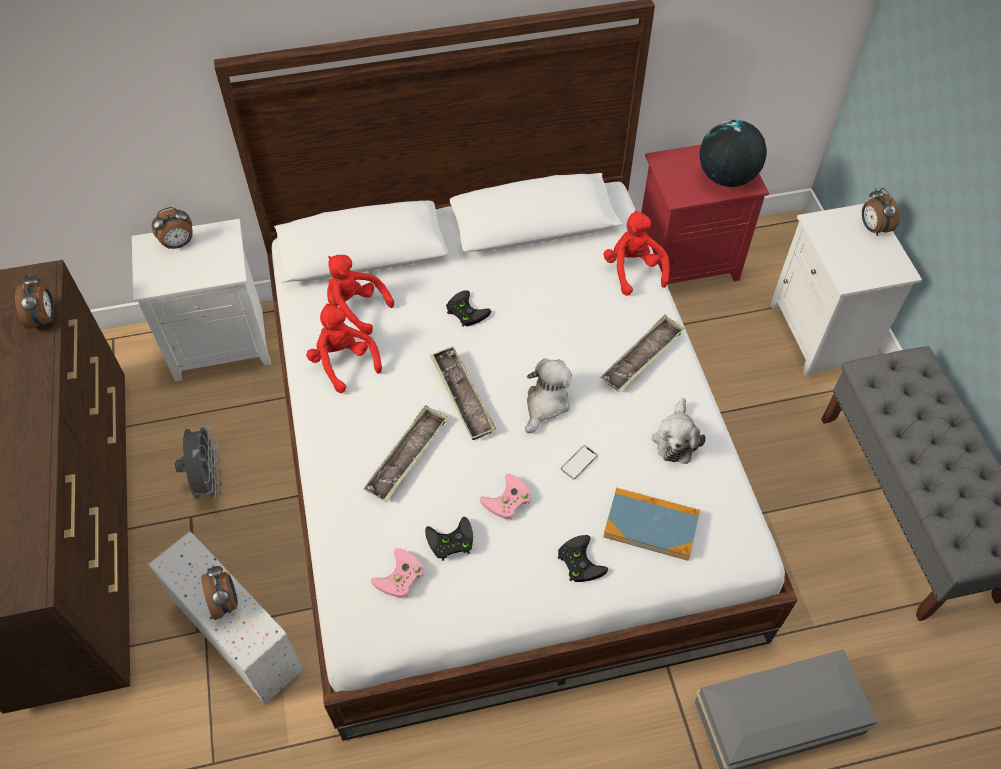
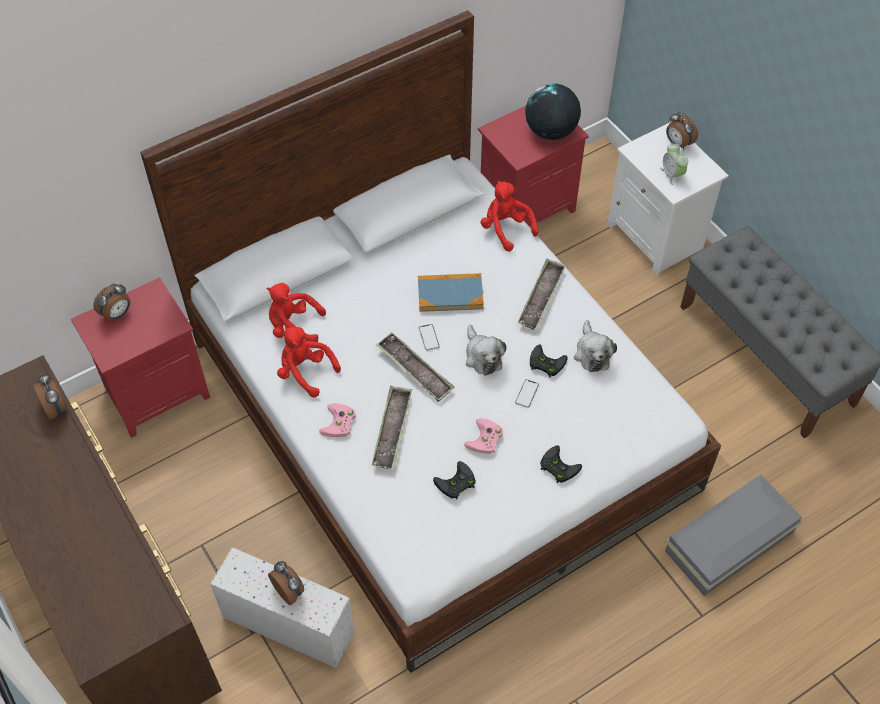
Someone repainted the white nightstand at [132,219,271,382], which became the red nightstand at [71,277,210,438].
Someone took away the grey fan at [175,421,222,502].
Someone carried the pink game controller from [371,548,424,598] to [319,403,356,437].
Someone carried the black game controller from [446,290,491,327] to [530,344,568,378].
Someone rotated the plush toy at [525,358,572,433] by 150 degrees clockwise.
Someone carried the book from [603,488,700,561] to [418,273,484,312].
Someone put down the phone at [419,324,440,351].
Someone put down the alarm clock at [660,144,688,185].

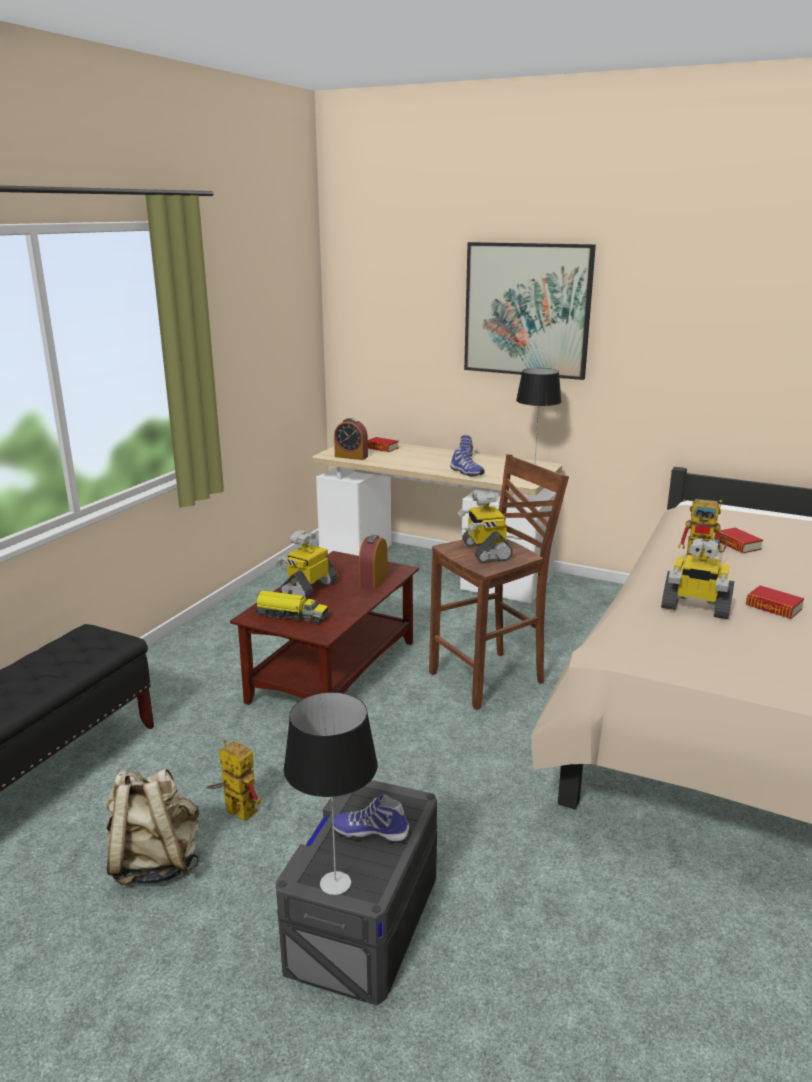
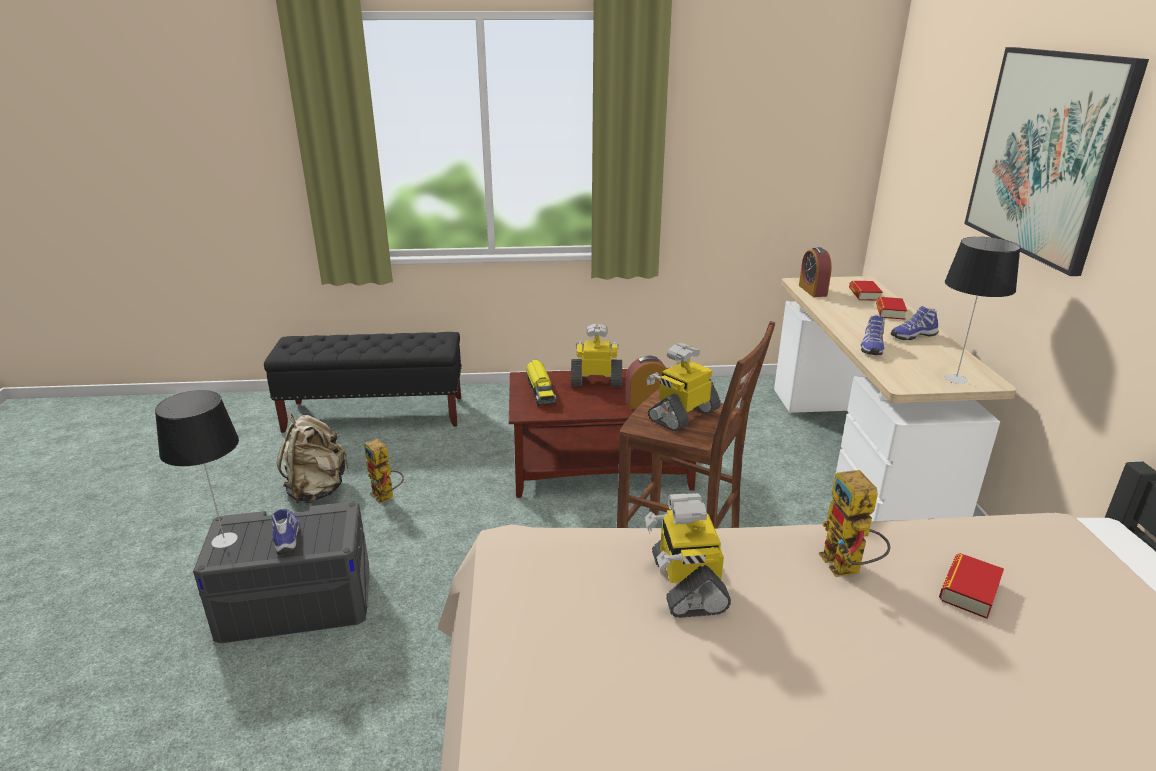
Someone rotated the toy robot at [206,739,261,822] by 135 degrees clockwise.
Someone carried the book from [746,585,804,619] to [876,297,907,320].

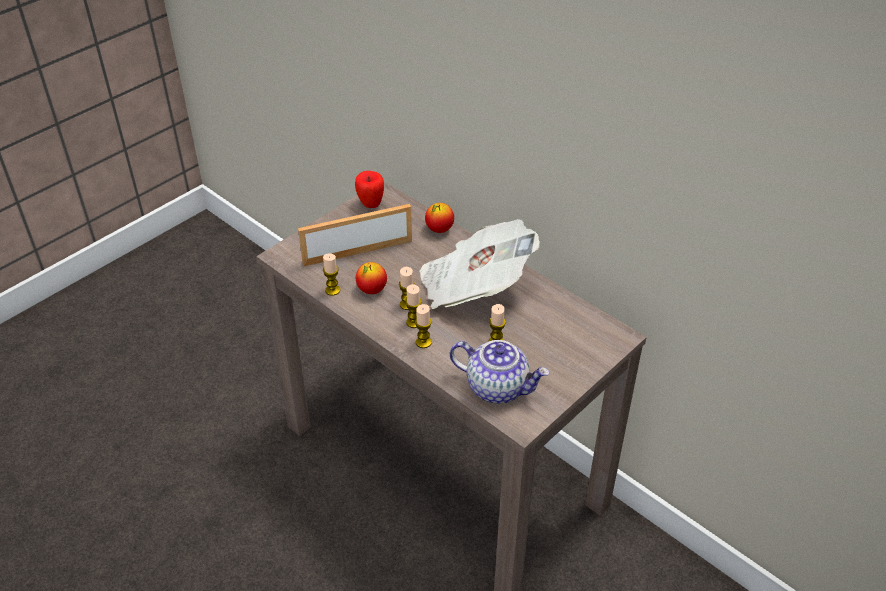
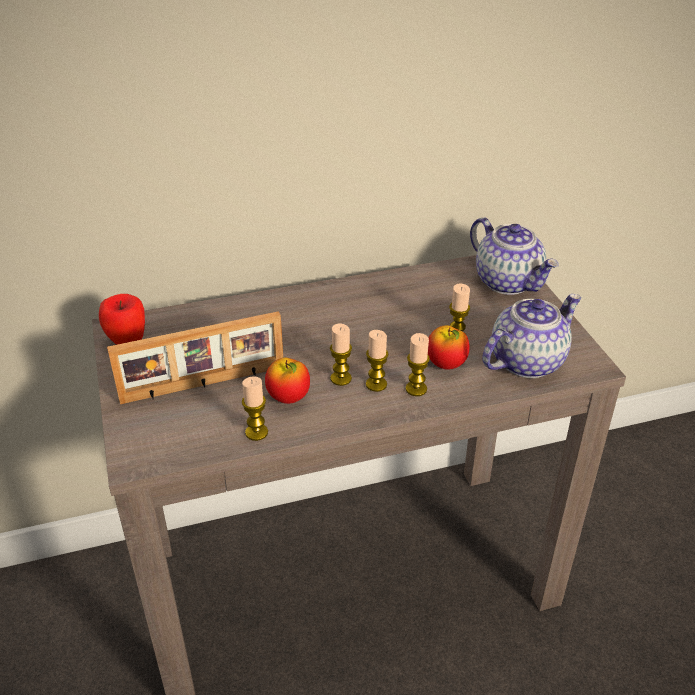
Someone rotated the picture frame at [298,204,412,266] by 120 degrees counterclockwise.
Someone took away the newspaper at [419,219,540,309].
Someone carried the apple from [425,203,454,233] to [428,325,470,370].
Someone put down the teapot at [470,217,559,295].

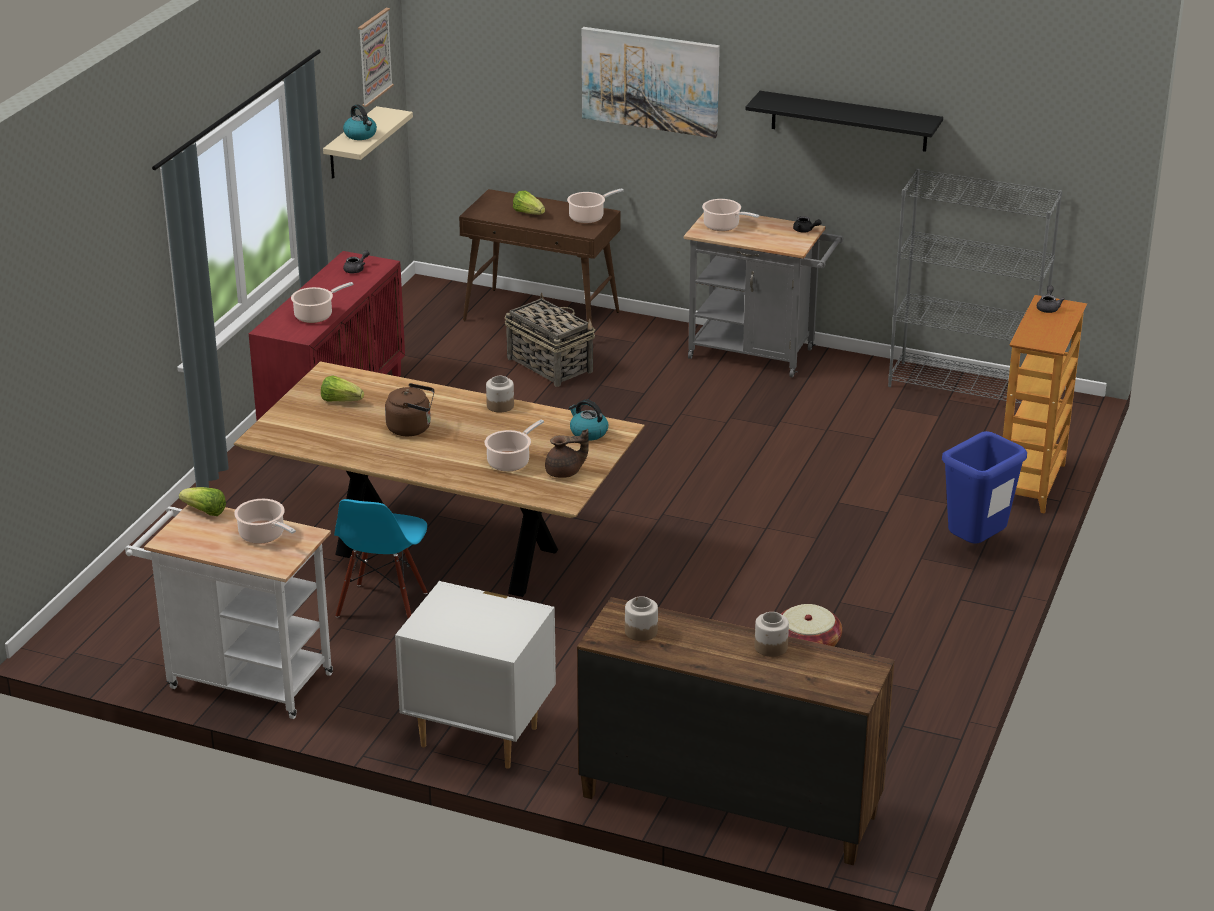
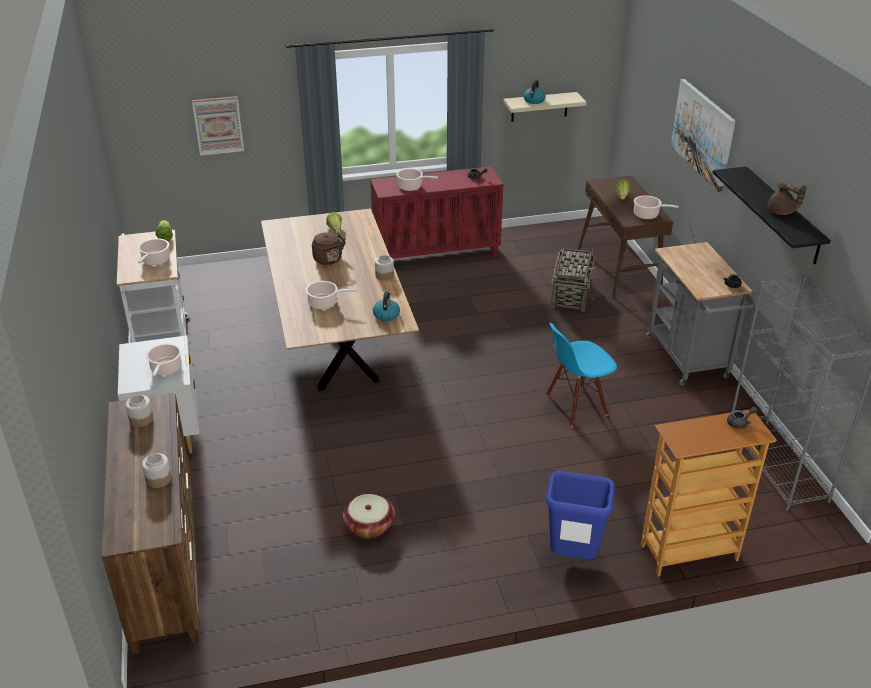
Someone carried the blue chair from [334,499,427,618] to [546,323,617,427].
Someone carried the picture from [358,8,394,107] to [192,96,244,156].
Someone carried the brown teapot from [545,429,589,478] to [767,182,806,215].
Someone carried the cooking pot from [702,199,760,231] to [146,343,182,377].

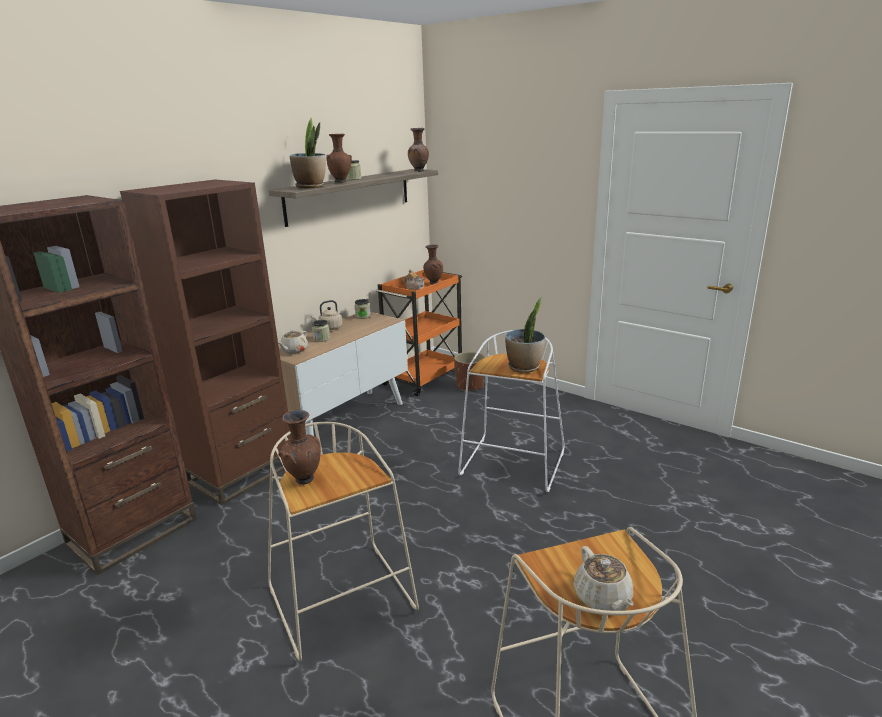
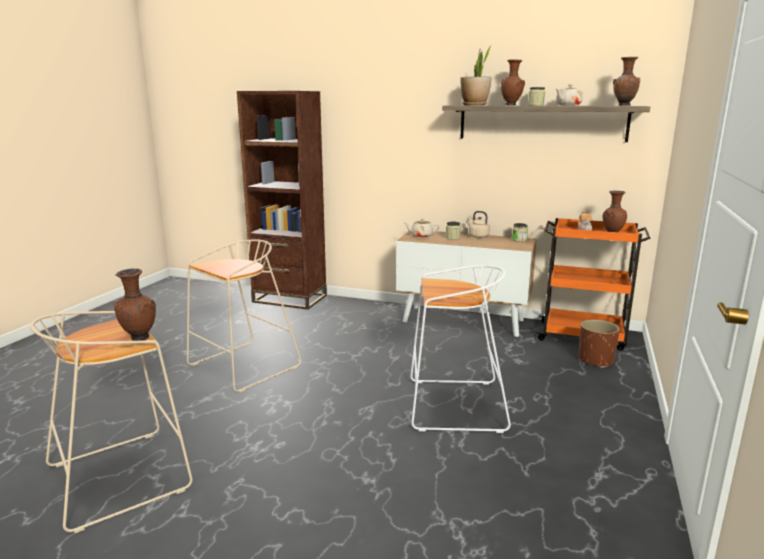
Someone took away the brown bookcase at [120,180,291,505].
Someone carried the brown vase from [278,410,321,485] to [114,268,156,341].
Someone took away the potted plant at [505,297,545,373].
Someone carried the beige teapot from [573,546,634,611] to [556,84,583,106].

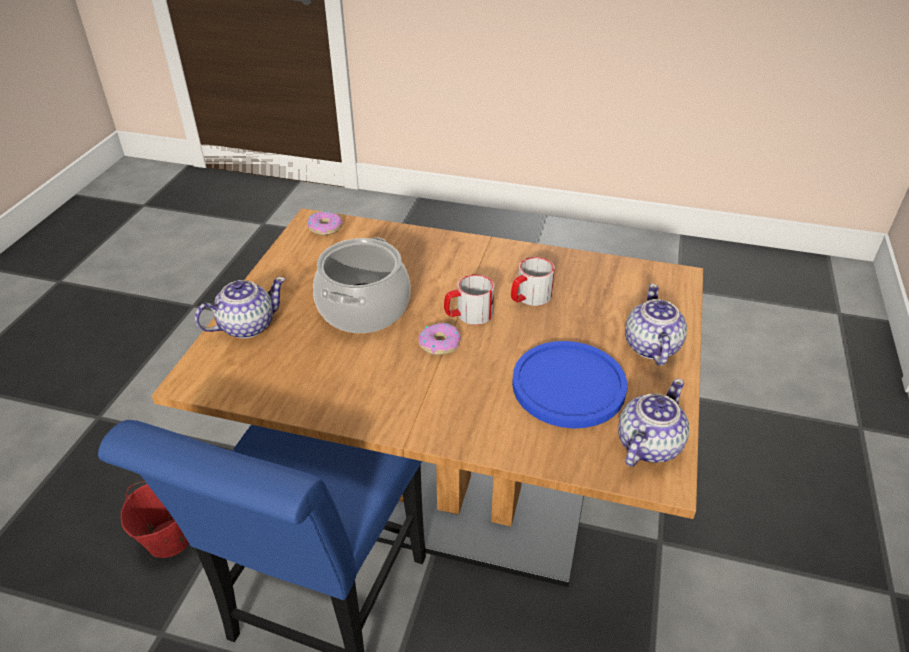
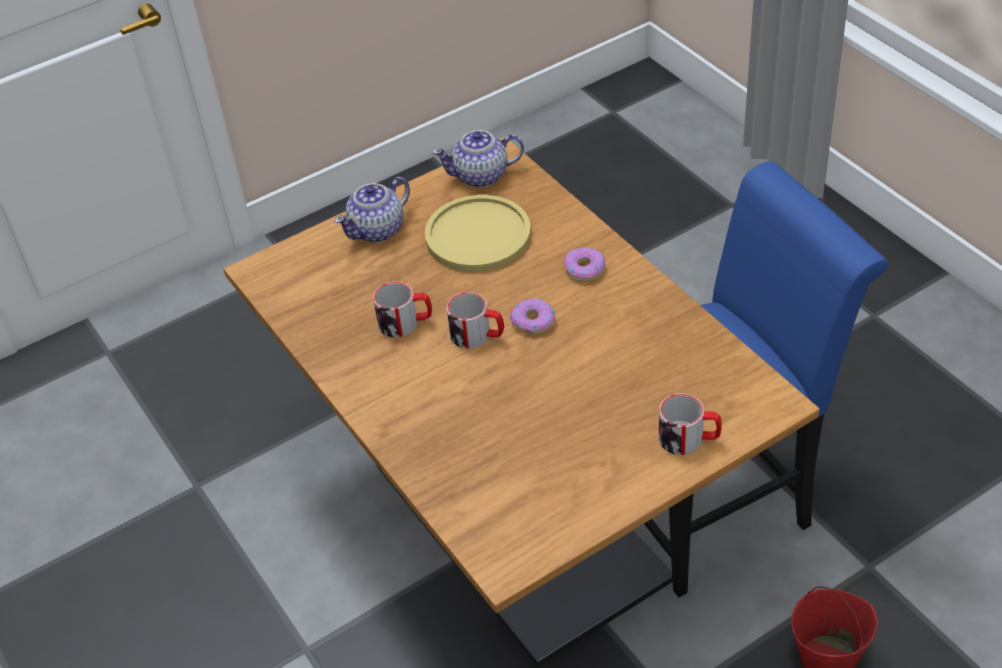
Someone swapped the teapot at [195,277,286,338] for the mug at [659,394,722,455].
Someone carried the donut from [307,211,343,235] to [564,247,605,282].
Someone took away the cooking pot at [313,237,410,333].
Someone repainted the blue plate at [512,341,627,428], which became the yellow plate at [425,195,531,272].

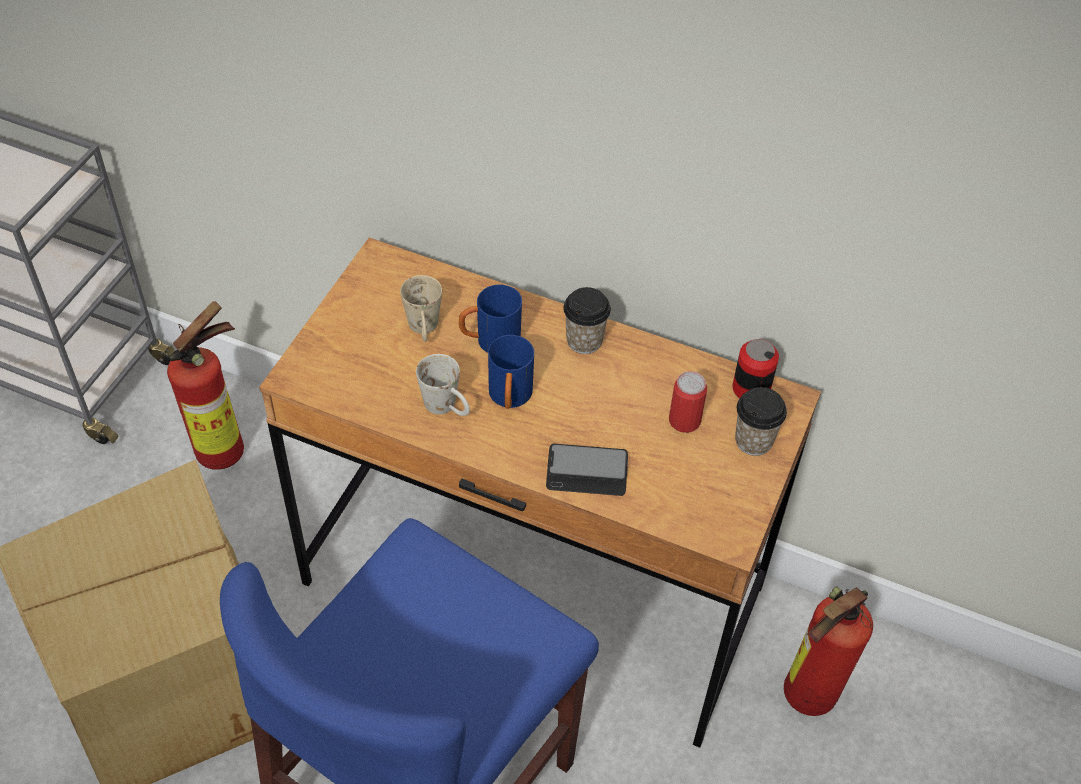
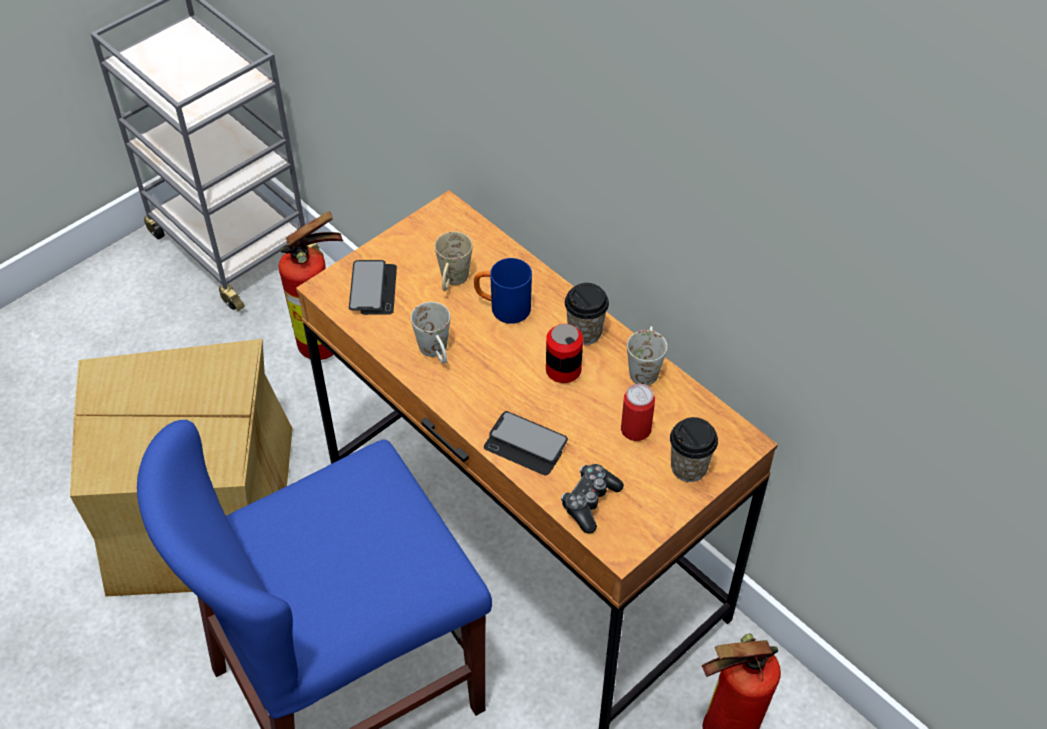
Someone took away the blue mug at [488,335,534,409].
Someone carried the can from [733,339,779,398] to [546,324,583,383].
Someone put down the phone at [349,260,397,315].
Someone put down the game controller at [561,464,624,534].
Someone put down the white mug at [627,326,667,386].

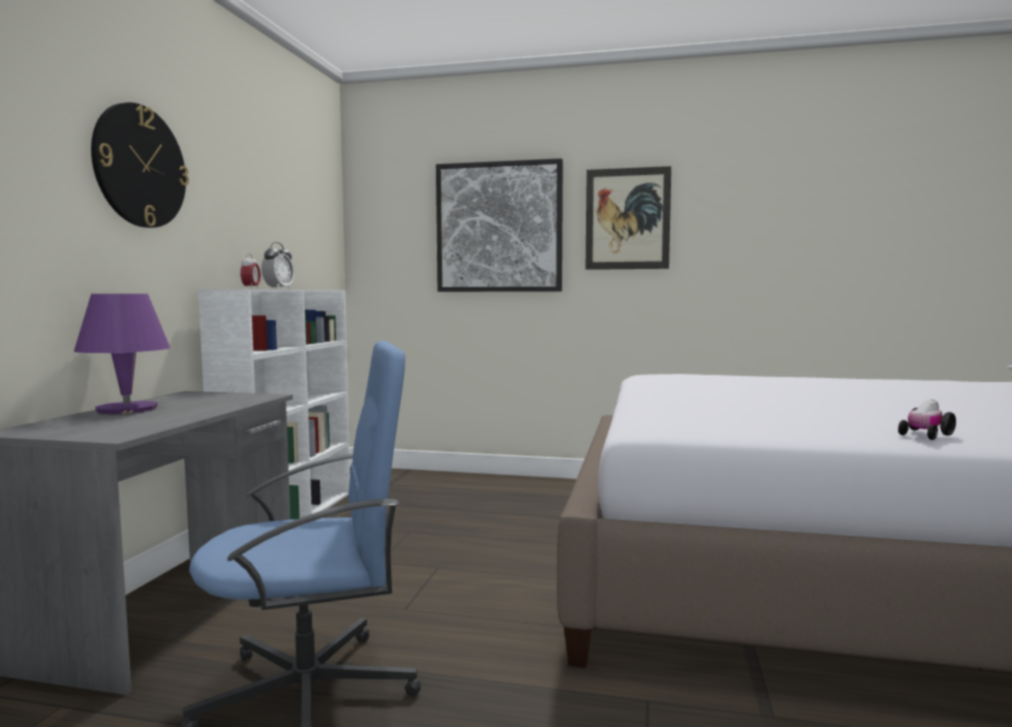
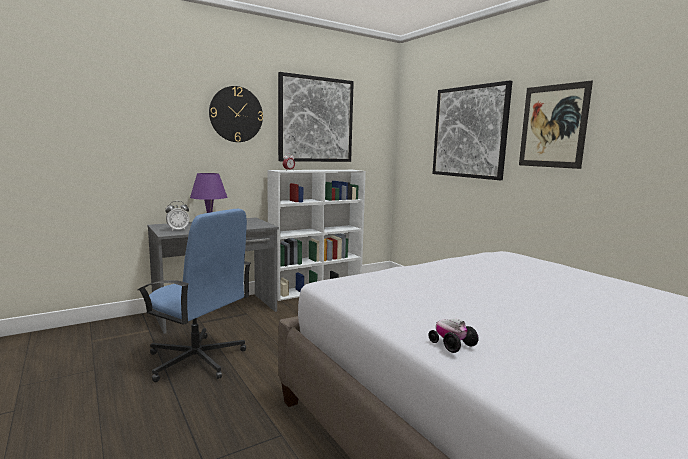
Someone carried the alarm clock from [261,242,294,289] to [165,201,189,231].
Someone rotated the toy car at [898,400,956,440] by 45 degrees clockwise.
Someone put up the picture at [278,72,354,162].

